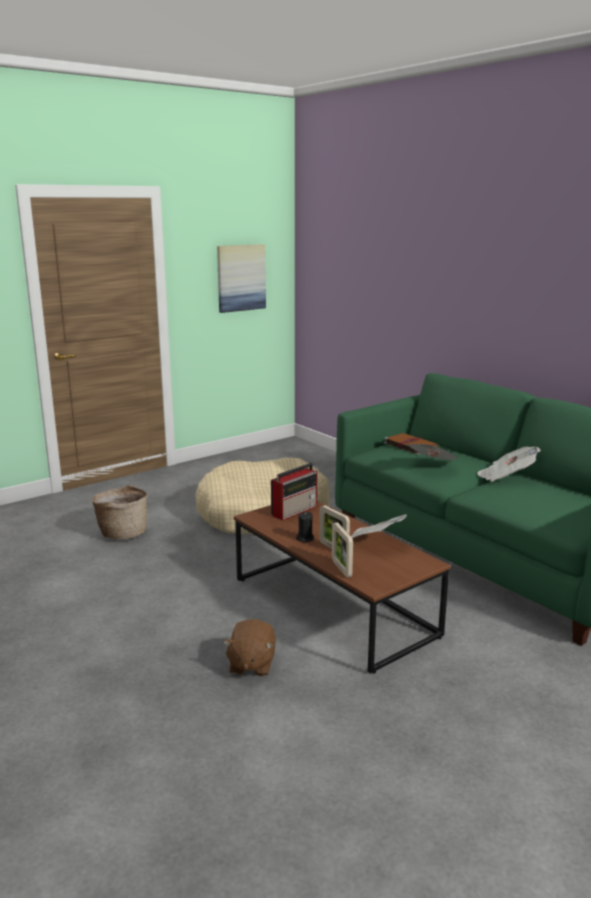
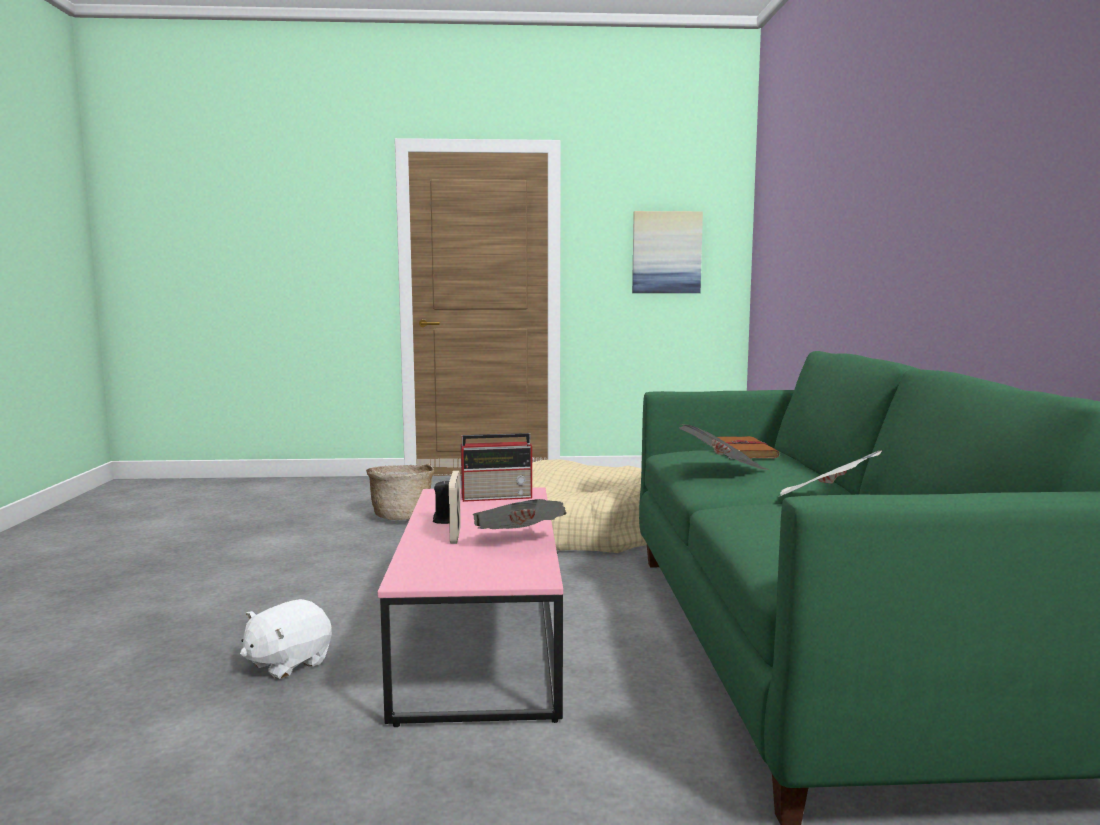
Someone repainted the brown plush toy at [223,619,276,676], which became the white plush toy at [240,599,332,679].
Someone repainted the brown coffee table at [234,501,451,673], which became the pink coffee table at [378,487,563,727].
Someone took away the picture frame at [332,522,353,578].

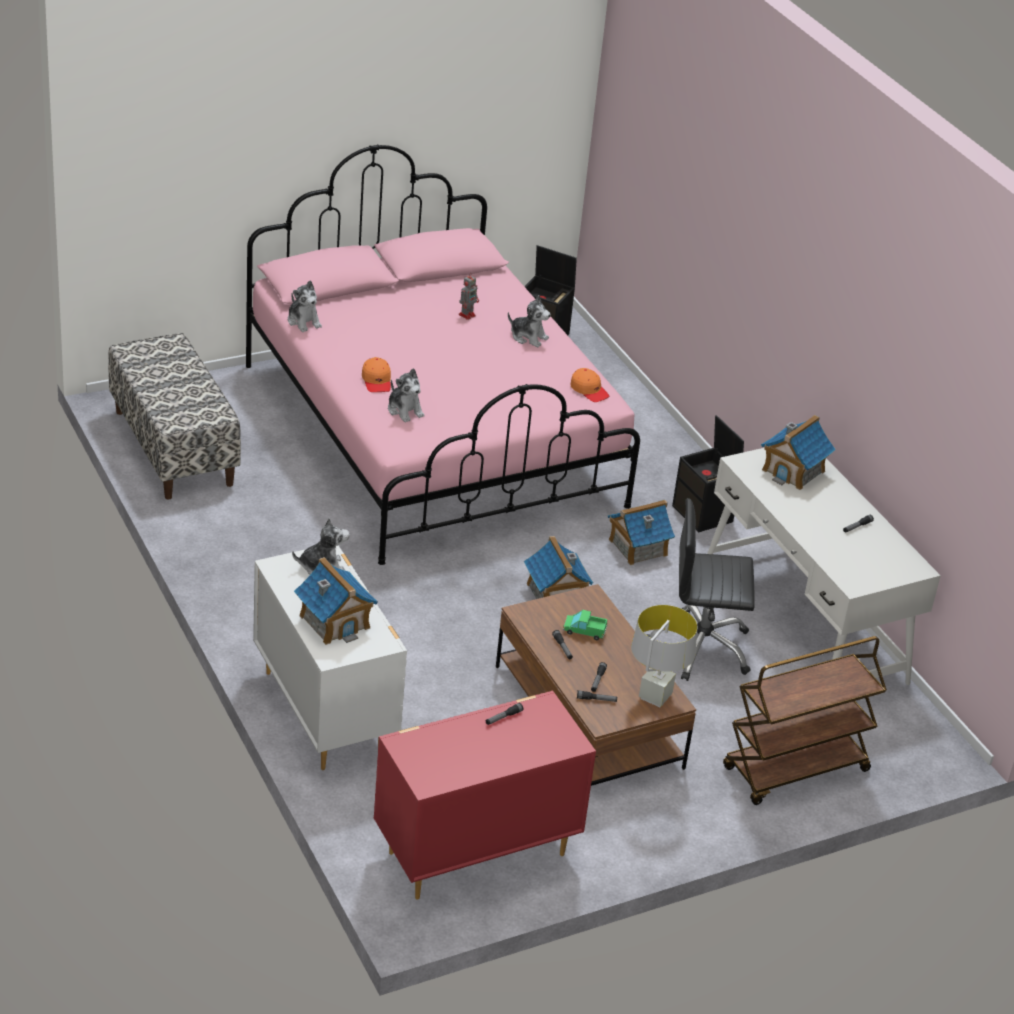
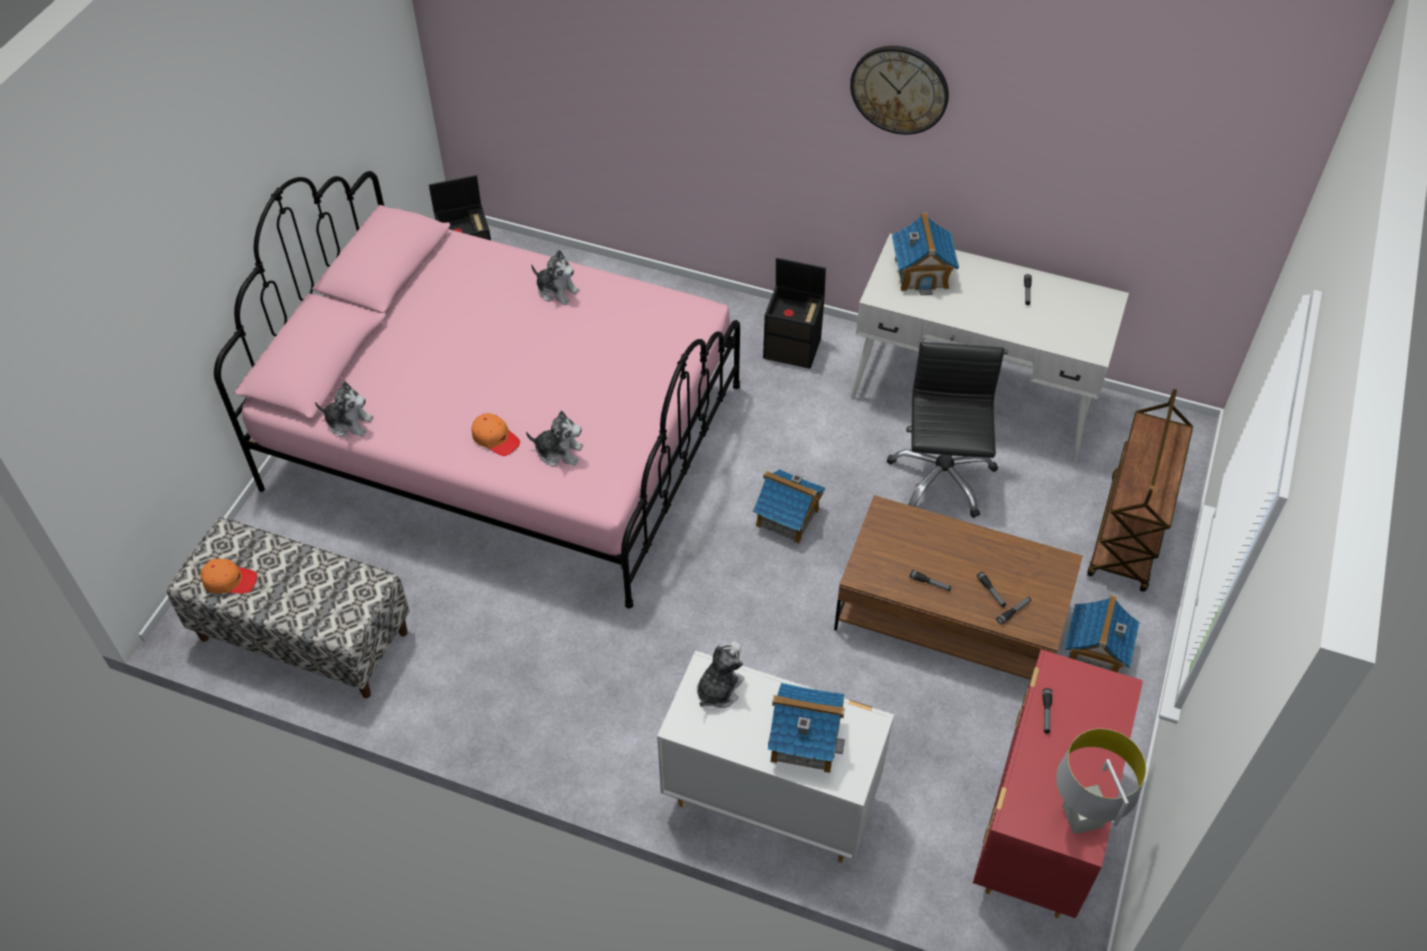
Someone took away the toy robot at [458,273,479,320].
Someone rotated the plush toy at [508,295,551,347] by 45 degrees clockwise.
Someone took away the toy truck at [563,610,607,640].
Someone carried the orange cap from [570,368,609,402] to [200,559,257,594].
Someone carried the toy house from [608,500,675,565] to [1065,594,1140,673].
Someone carried the grey table lamp from [631,605,697,707] to [1056,729,1146,834].
Someone rotated the black office chair at [647,498,755,681] by 135 degrees clockwise.
Someone put up the wall clock at [850,46,949,135].

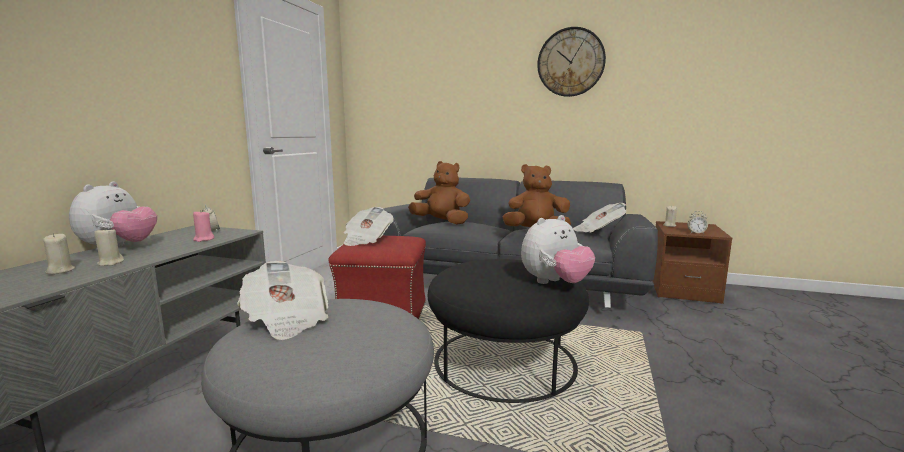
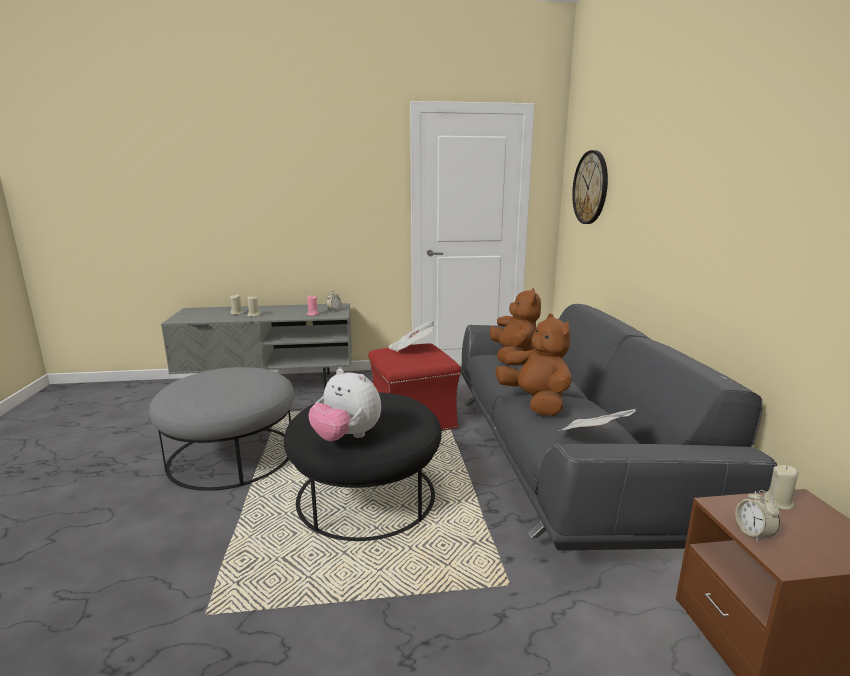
Someone took away the plush toy at [69,182,157,250].
Someone took away the newspaper at [238,261,328,340].
Someone carried the wall clock from [537,27,606,97] to [572,150,608,224].

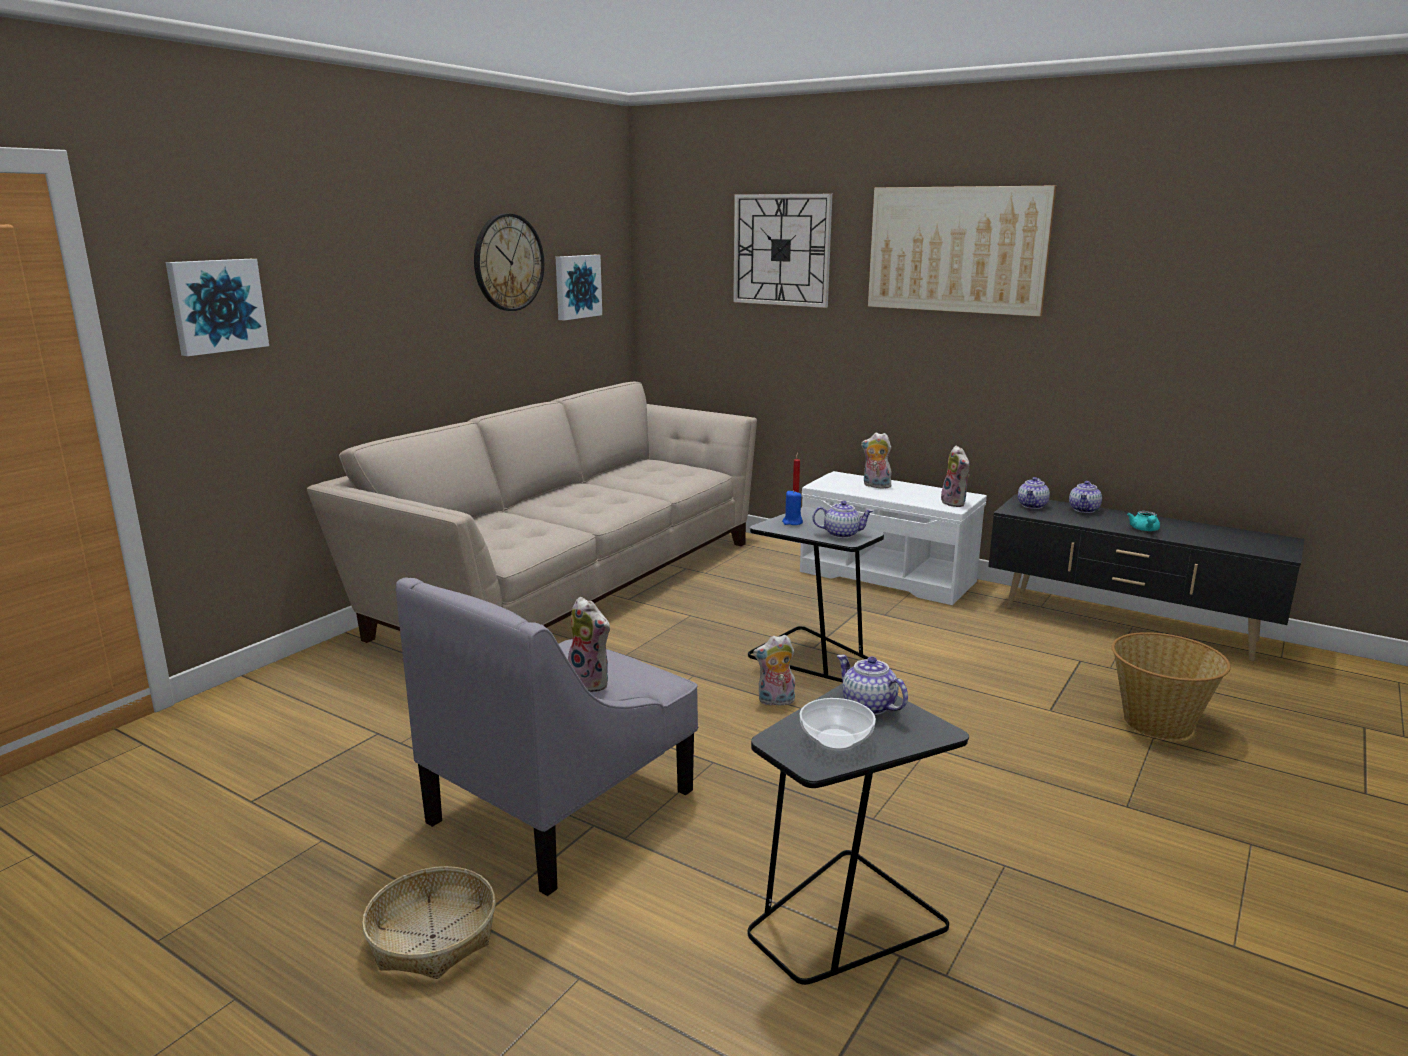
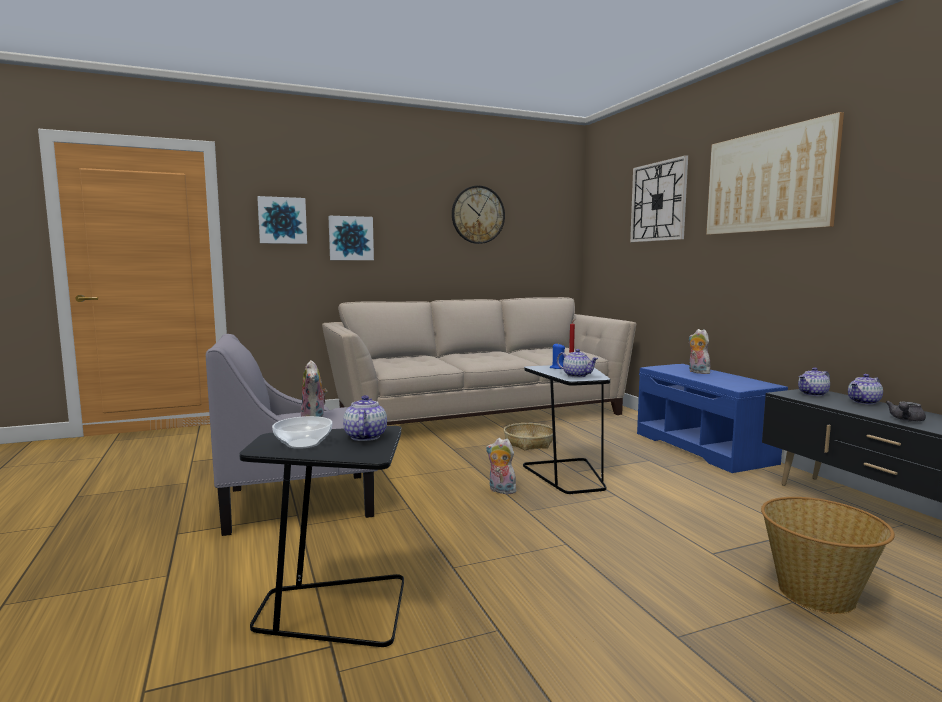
Someone carried the basket from [362,866,496,979] to [504,423,553,450].
Someone carried the picture from [556,255,602,320] to [328,216,374,260].
Someone repainted the white bench at [800,471,987,605], which became the blue bench at [637,364,788,473].
Someone took away the plush toy at [941,445,970,507].
Someone repainted the turquoise teapot at [1127,511,1160,531], which became the grey teapot at [886,401,926,422].

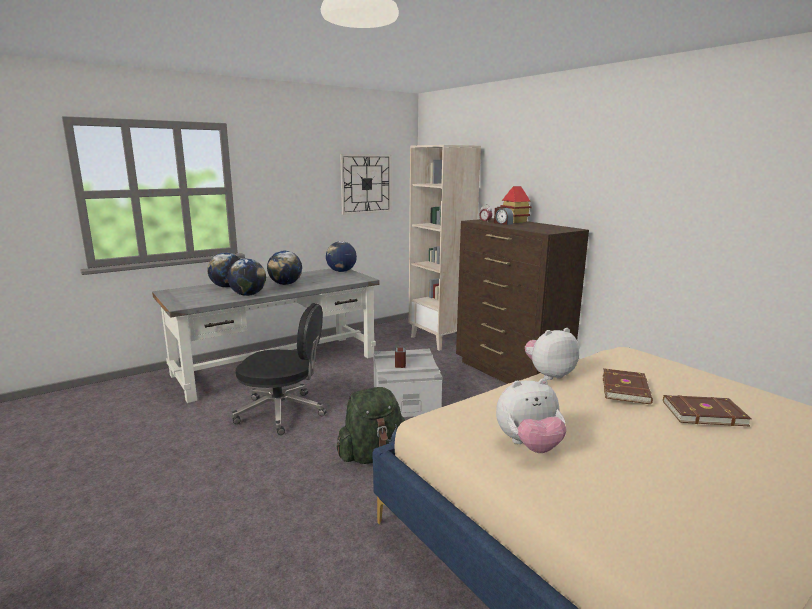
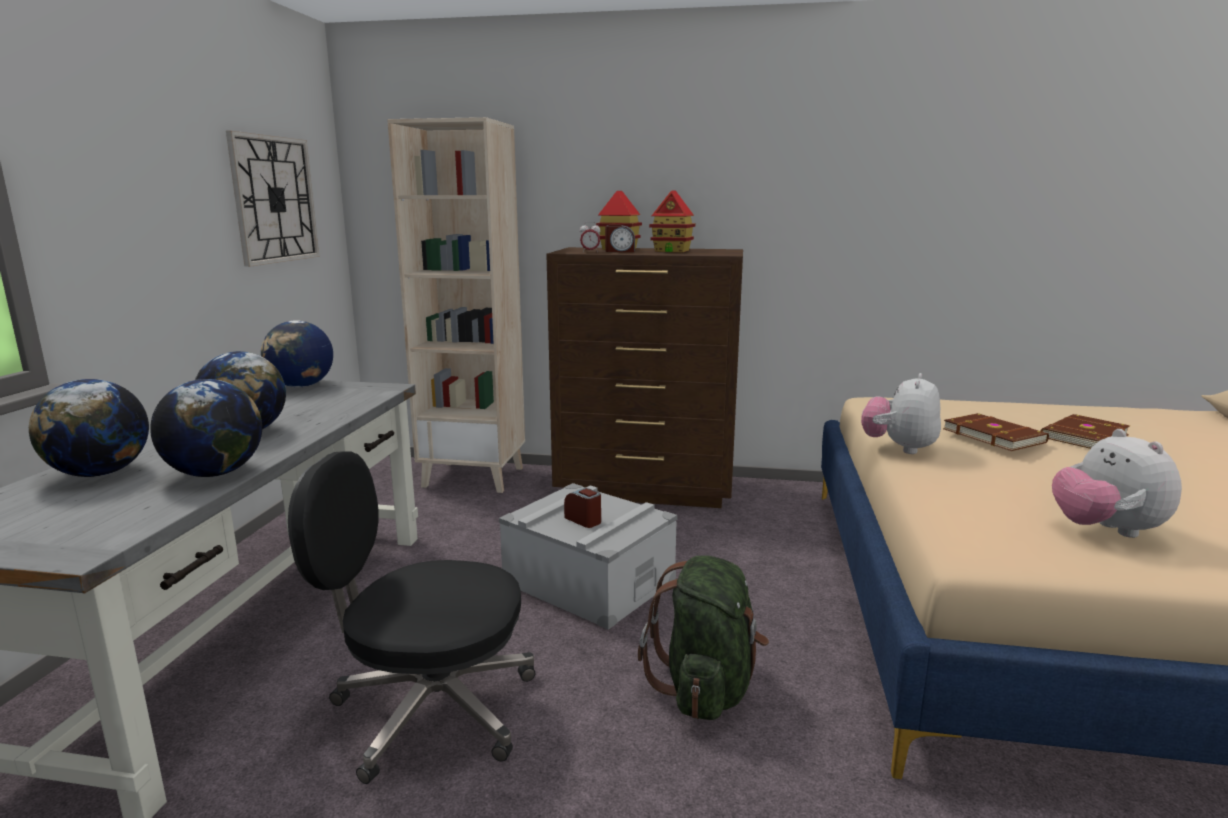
Someone rotated the black office chair at [232,303,327,435] by 135 degrees counterclockwise.
Someone rotated the plush toy at [496,378,567,453] by 135 degrees clockwise.
Someone put down the toy house at [649,190,696,252].

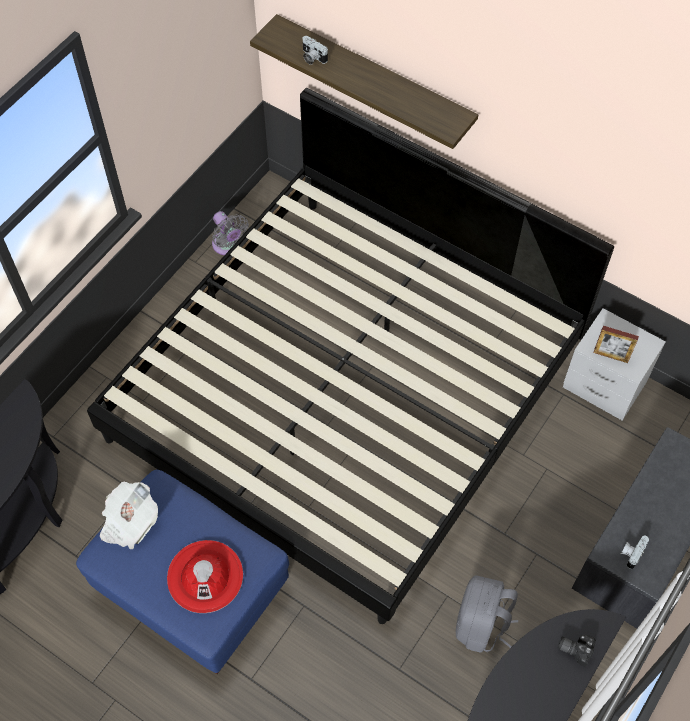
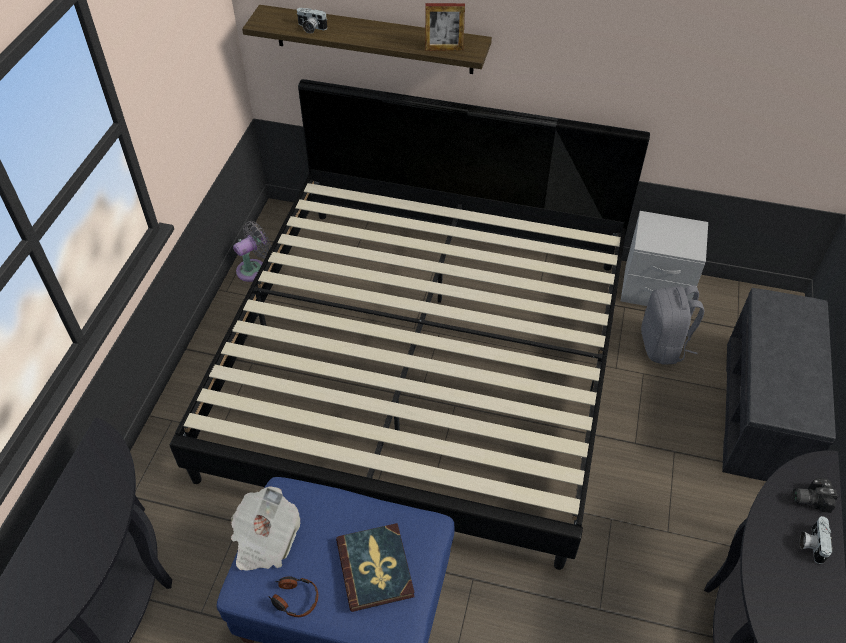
Someone swapped the red hat at [167,540,243,613] for the book at [336,523,415,612].
Someone rotated the grey fan at [212,211,249,255] by 75 degrees counterclockwise.
Someone carried the grey backpack from [456,575,518,653] to [641,285,704,365].
Someone carried the picture frame from [593,326,639,363] to [425,3,465,51].
Someone carried the photo camera from [621,536,649,569] to [800,516,833,564].
Someone put down the headphones at [268,576,318,617].

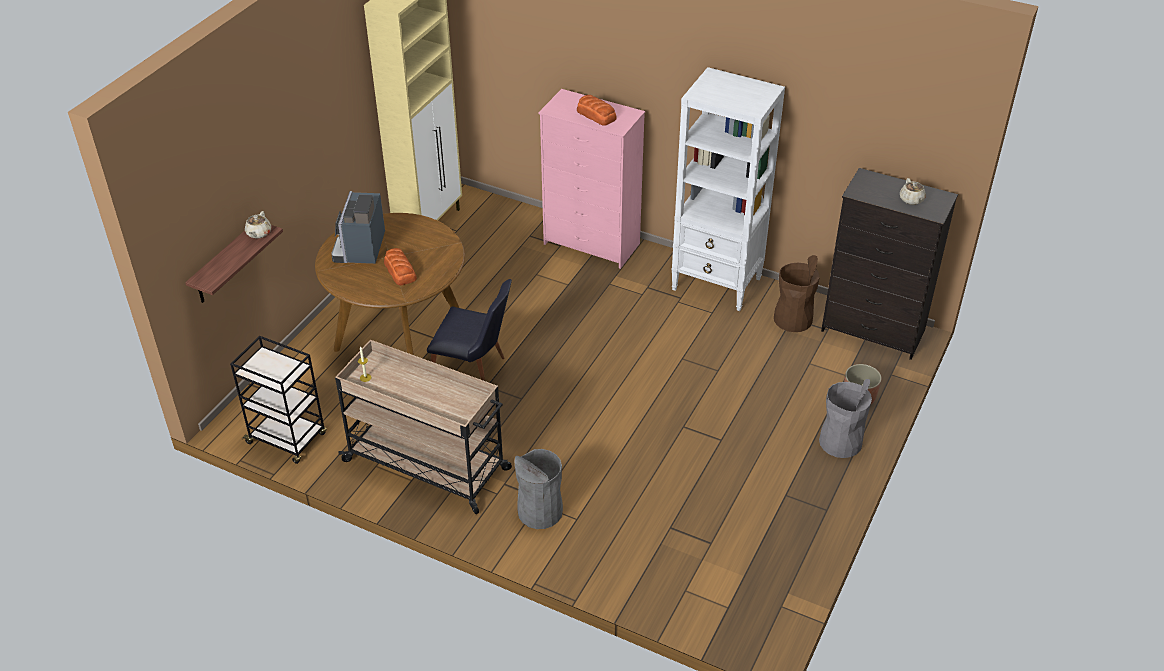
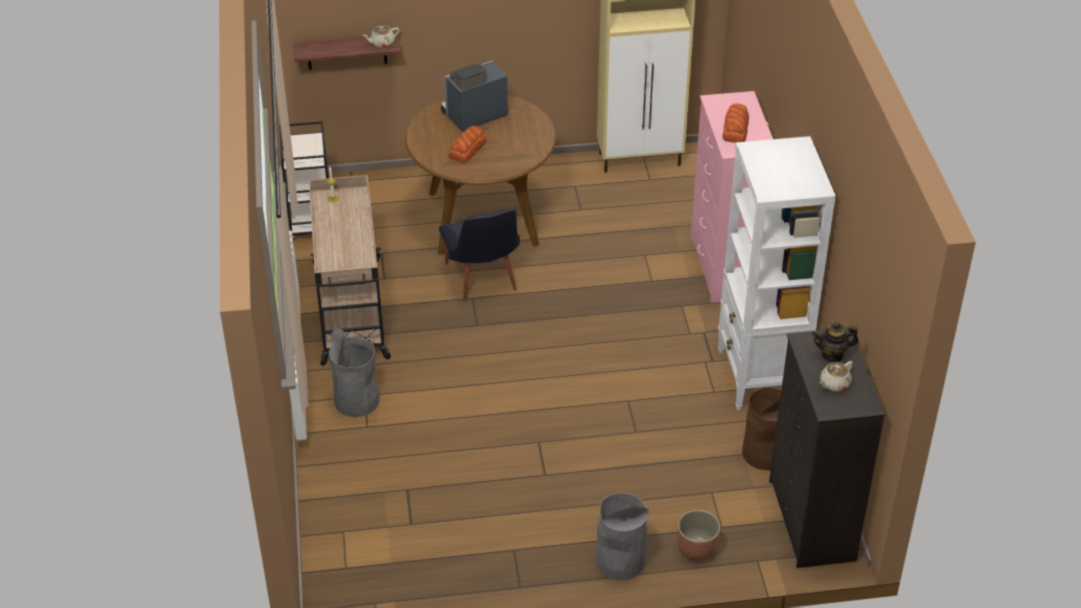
Someone put down the teapot at [812,322,859,362].

